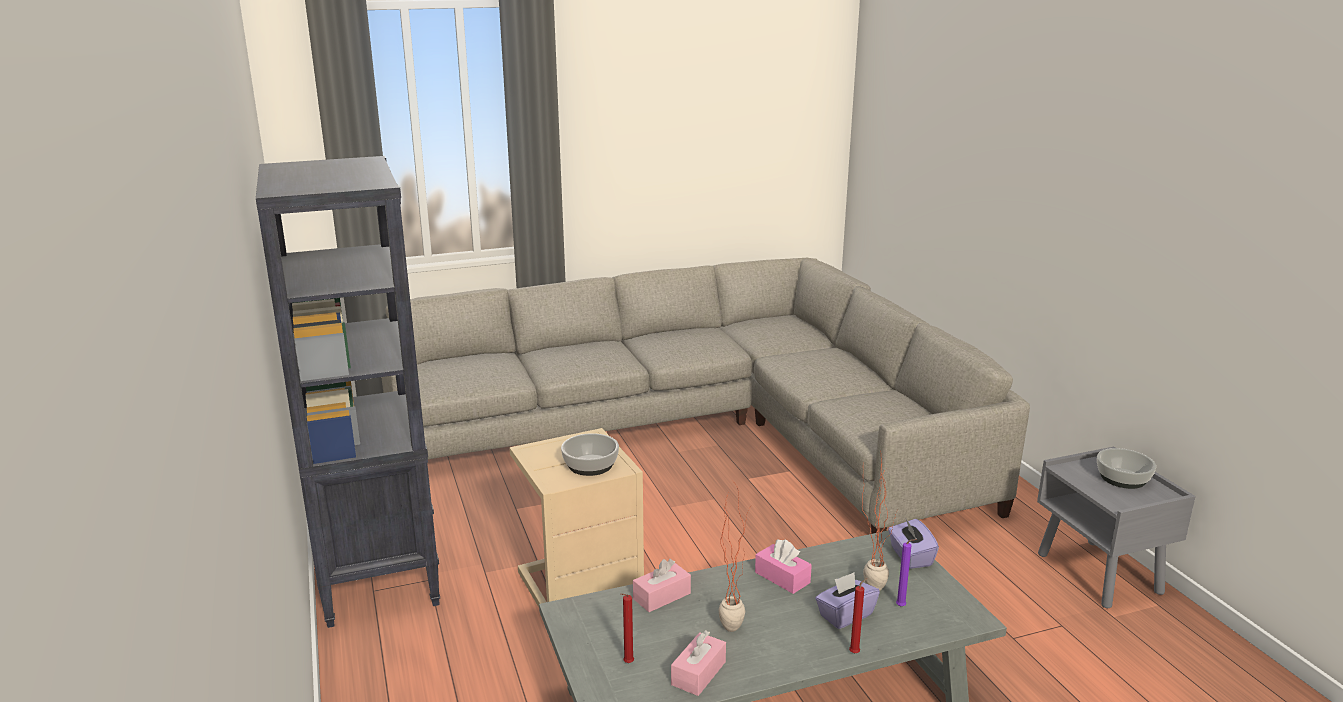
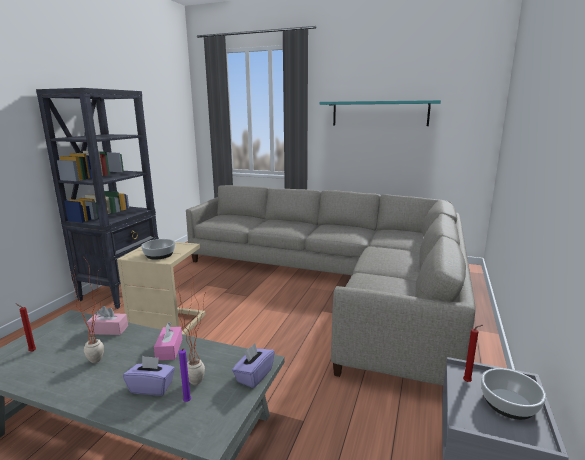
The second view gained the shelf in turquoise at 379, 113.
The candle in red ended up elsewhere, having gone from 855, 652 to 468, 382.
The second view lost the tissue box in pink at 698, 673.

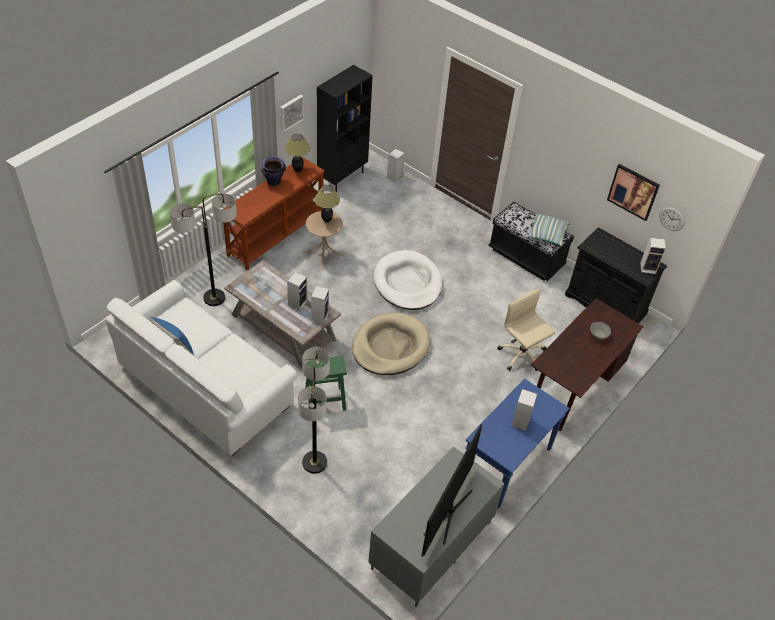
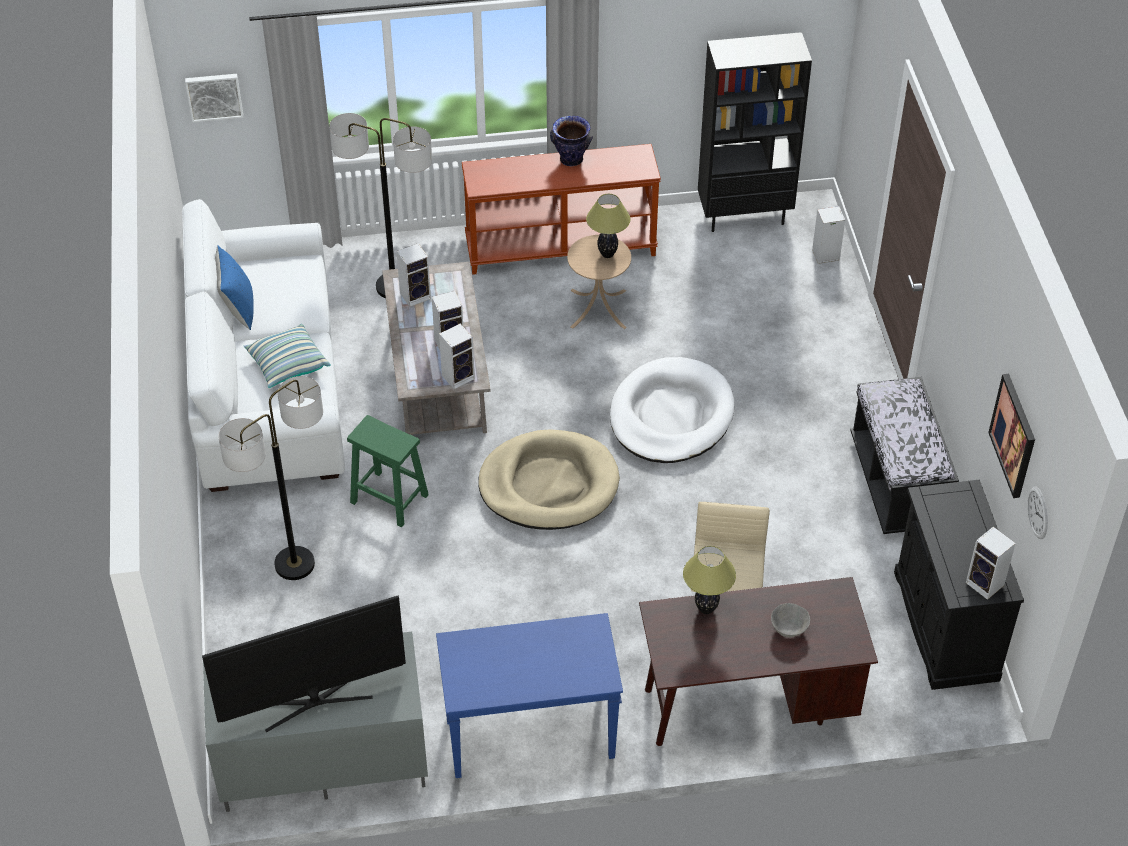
The picture ended up elsewhere, having gone from 290, 112 to 214, 96.
The pillow ended up elsewhere, having gone from 547, 235 to 287, 364.
The speaker ended up elsewhere, having gone from 520, 421 to 416, 295.
The table lamp ended up elsewhere, having gone from 297, 170 to 705, 609.

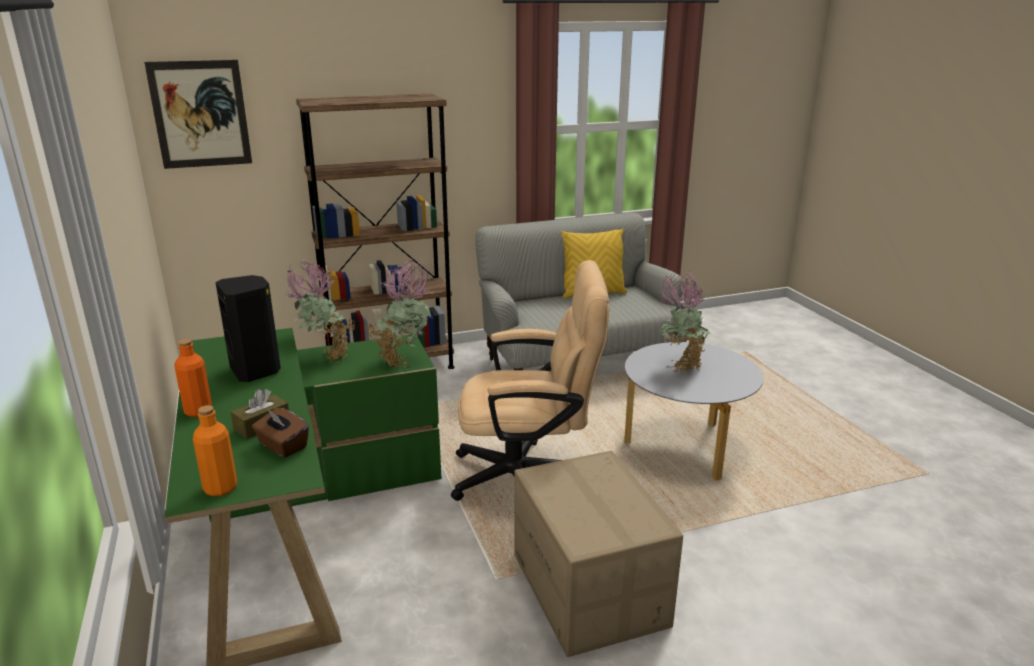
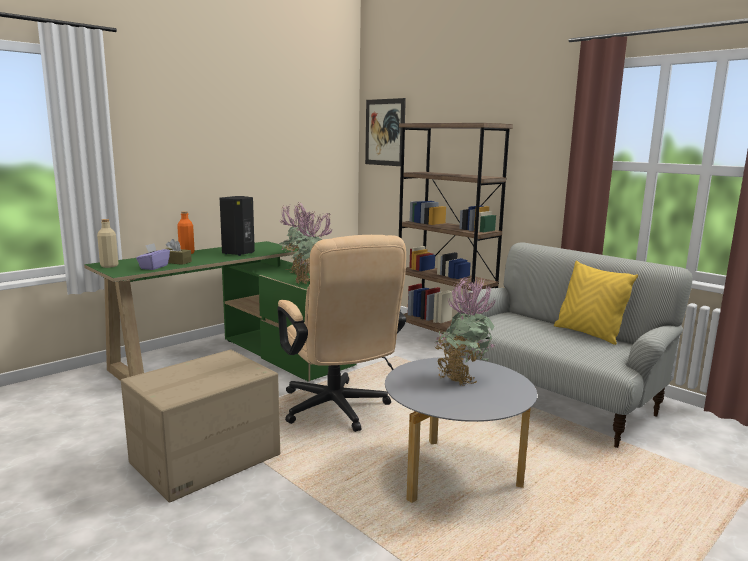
What was the bottle in orange at 220, 488 turned into the bottle in beige at 109, 266.
What was the tissue box in brown at 282, 446 turned into the tissue box in purple at 154, 267.

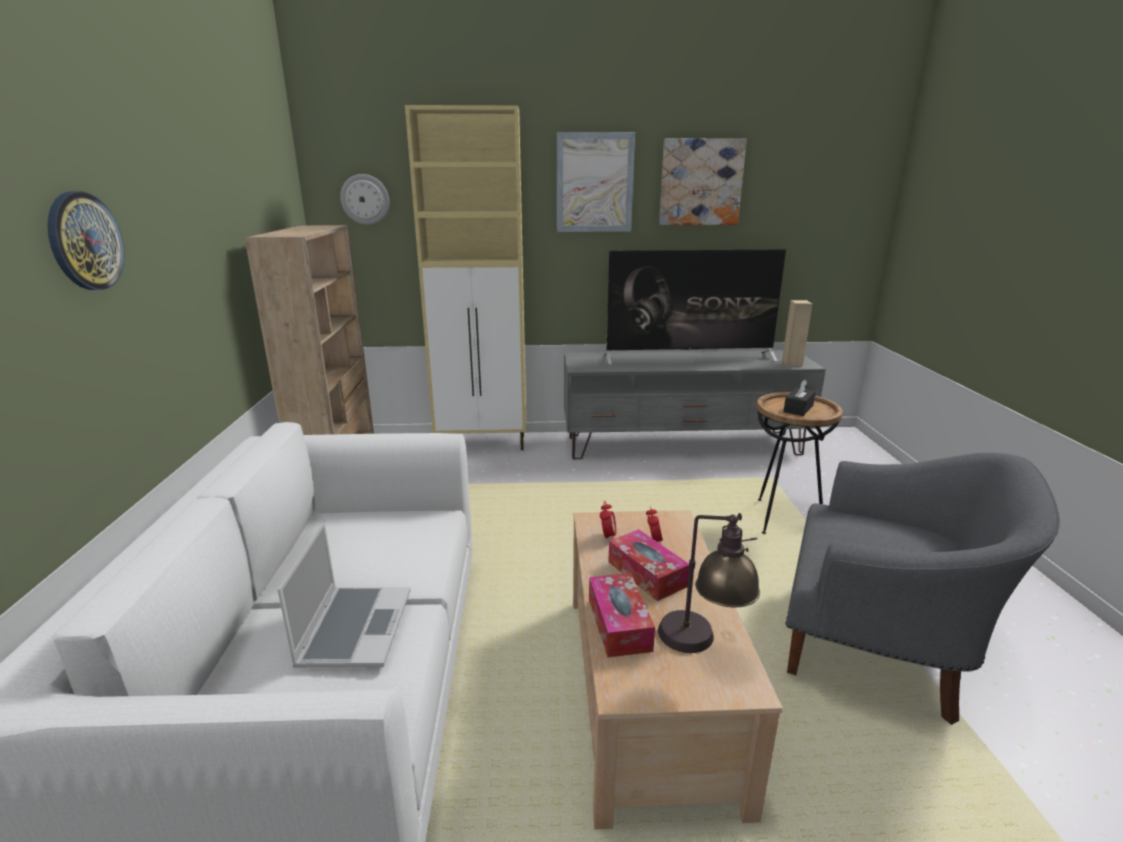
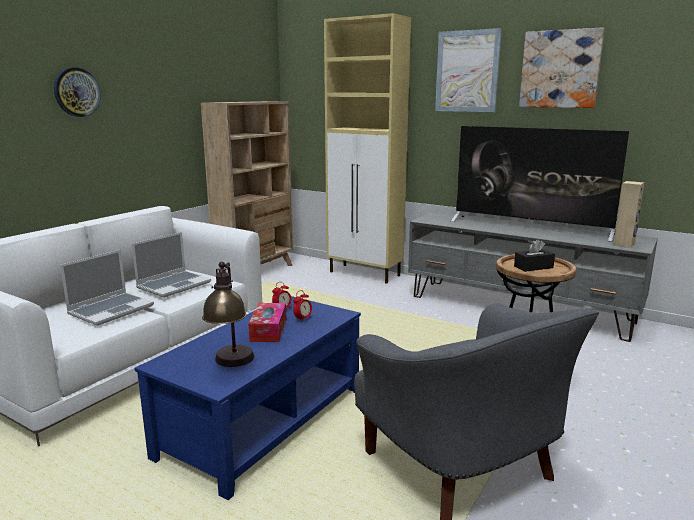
The second view gained the laptop at 174, 285.
What was the coffee table in beige at 645, 692 turned into the coffee table in blue at 263, 421.
The second view lost the wall clock at 365, 199.
The second view lost the tissue box at 619, 624.

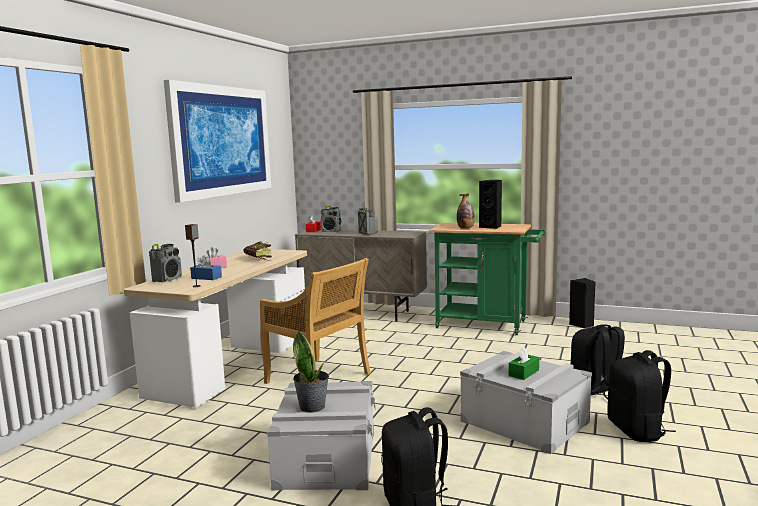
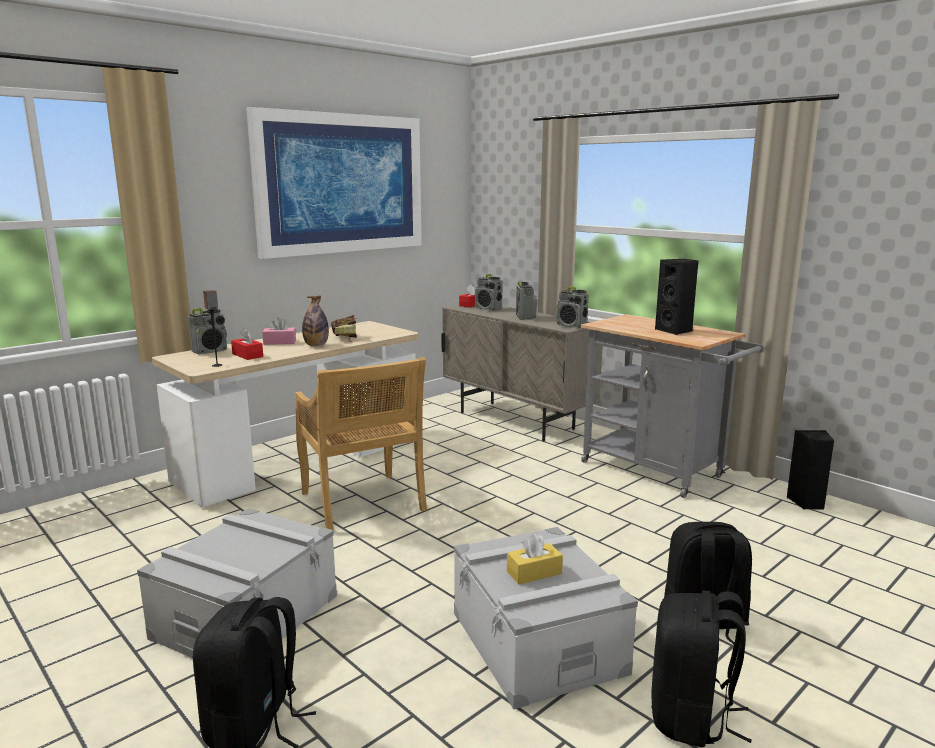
What was the tissue box in blue at 206, 278 turned into the tissue box in red at 247, 355.
The bottle ended up elsewhere, having gone from 465, 228 to 316, 345.
What was the tissue box in green at 523, 373 turned into the tissue box in yellow at 534, 572.
The second view gained the radio at 571, 326.
What was the cart in green at 487, 325 turned into the cart in grey at 659, 472.
The second view lost the potted plant at 312, 406.

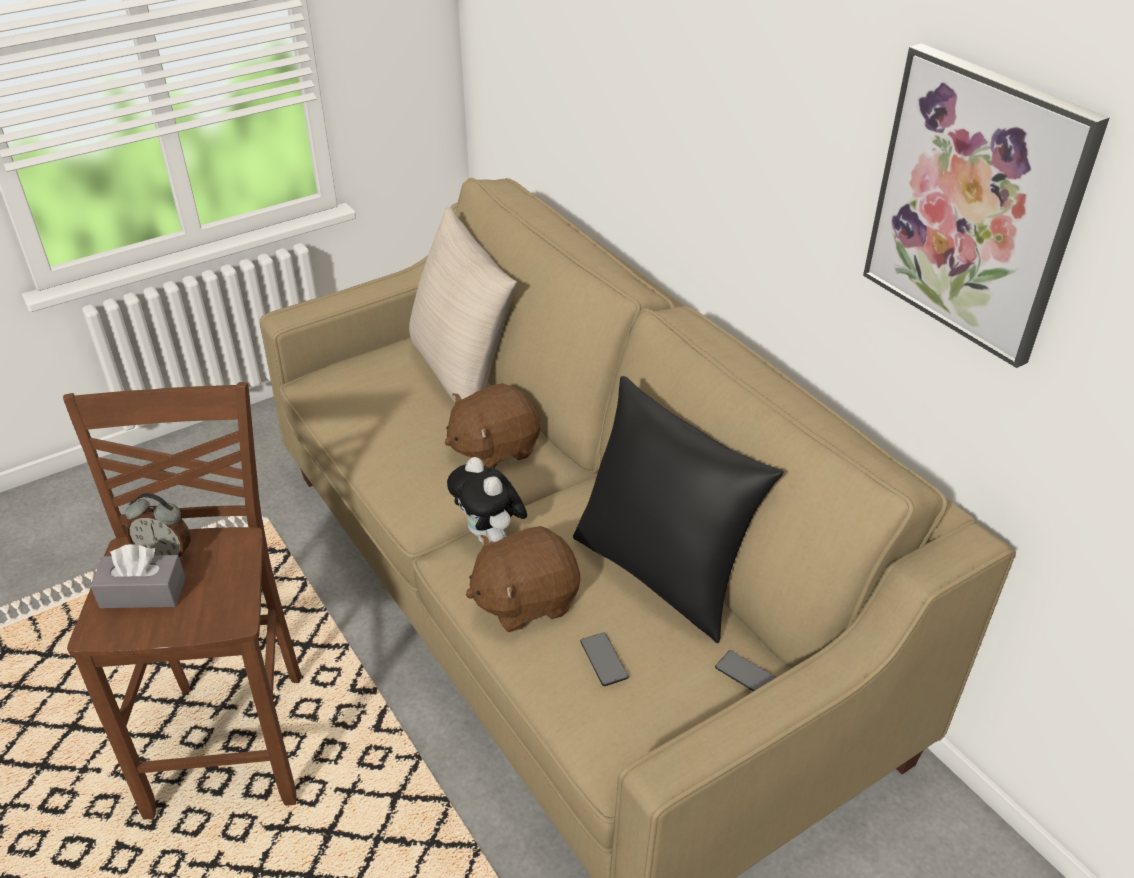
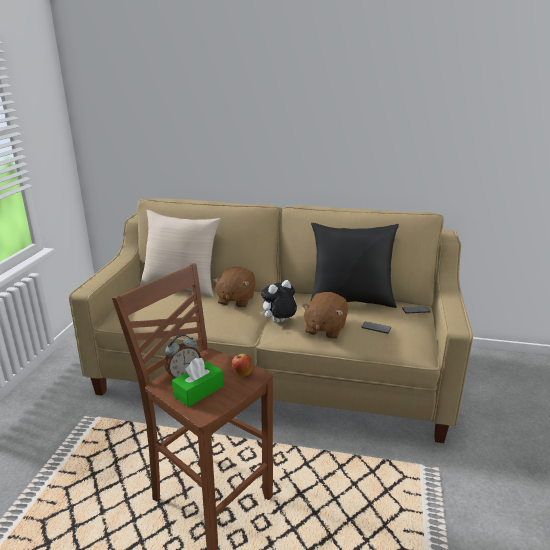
What was the tissue box in grey at 143, 592 turned into the tissue box in green at 198, 391.
The second view gained the apple at 242, 373.
The plush toy at 490, 537 ended up facing another way, 135 degrees clockwise from before.
The second view lost the picture at 975, 205.

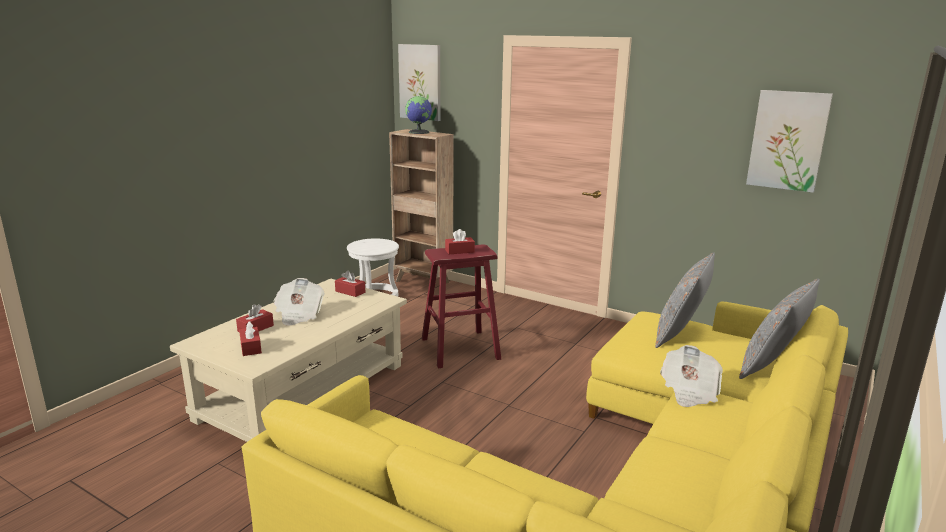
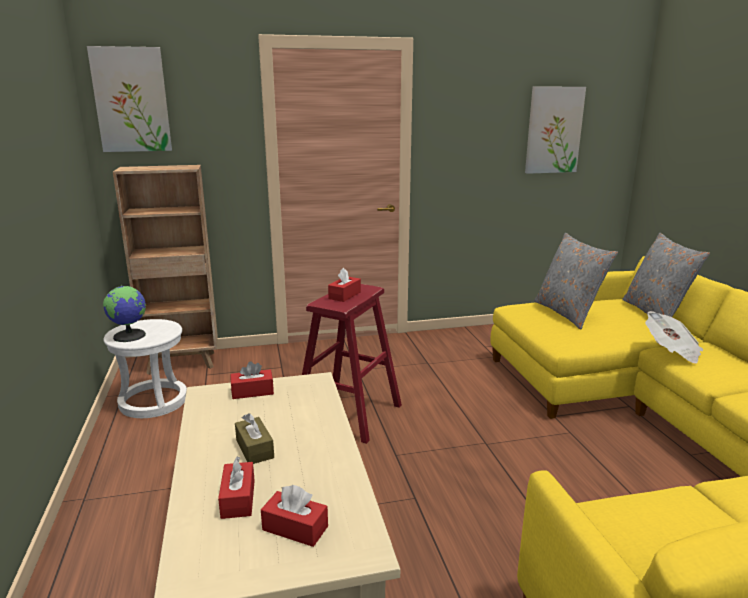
The globe ended up elsewhere, having gone from 419, 132 to 130, 335.
Where the newspaper stood at 299, 314, the tissue box in brown came to stand at 254, 449.

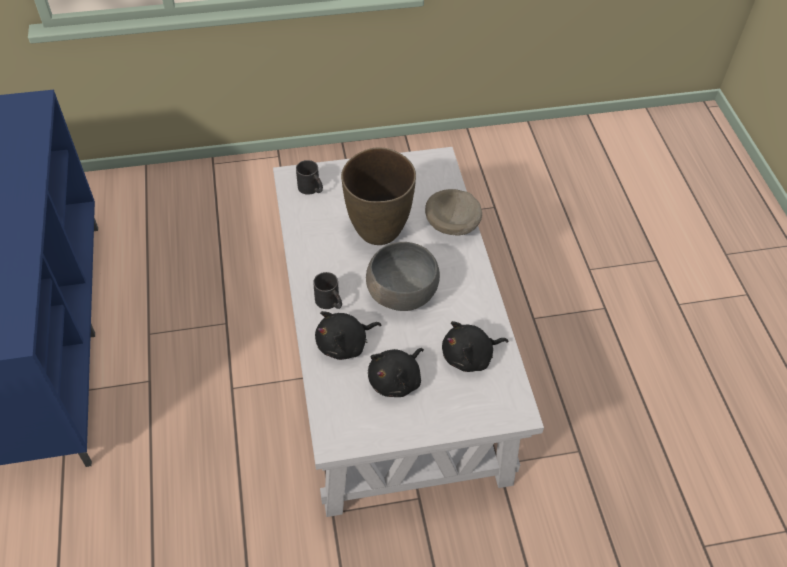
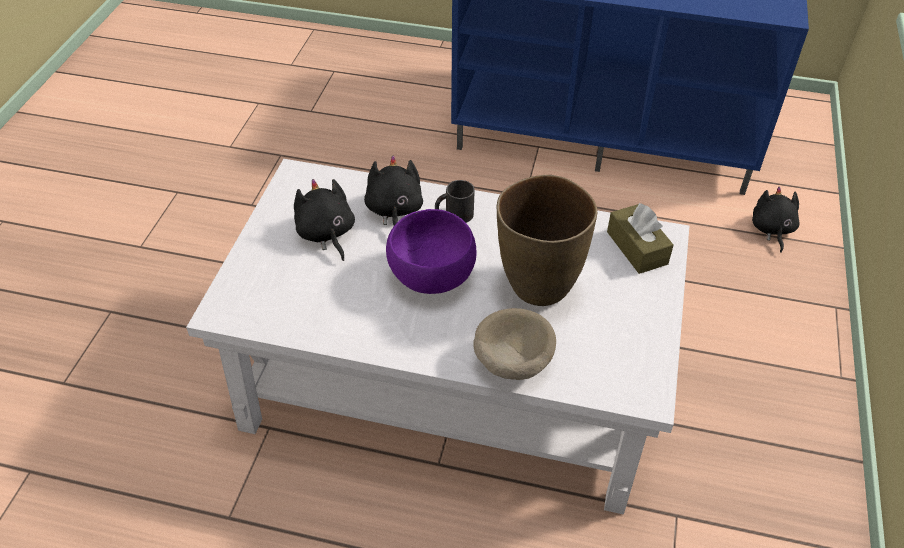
What was the bowl in grey at 401, 293 turned into the bowl in purple at 432, 274.
Where the mug in black stood at 311, 189, the tissue box in brown came to stand at 637, 248.
The plush toy in black ended up elsewhere, having gone from 470, 356 to 771, 229.

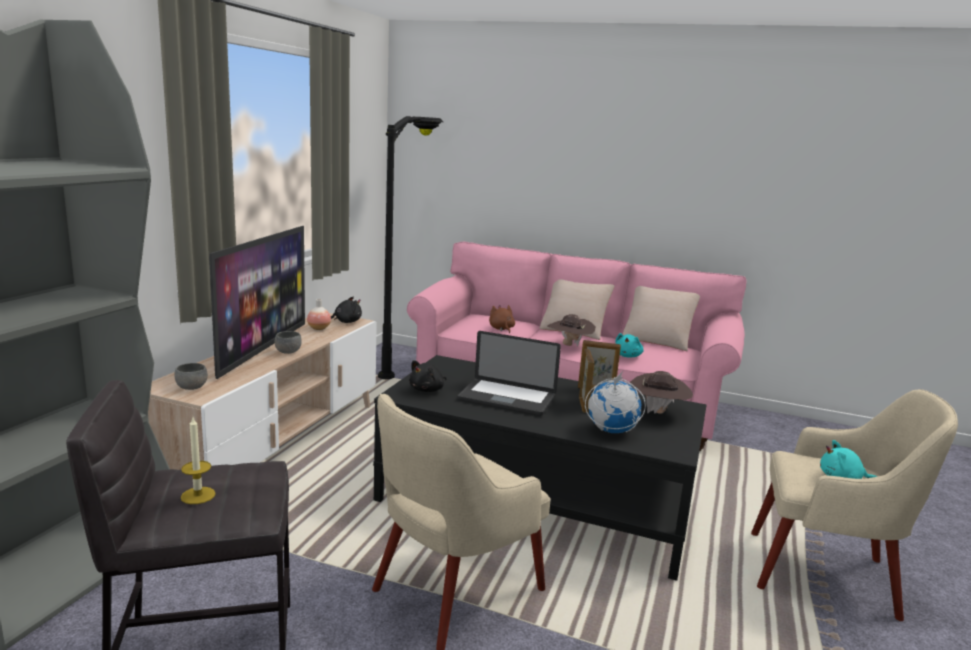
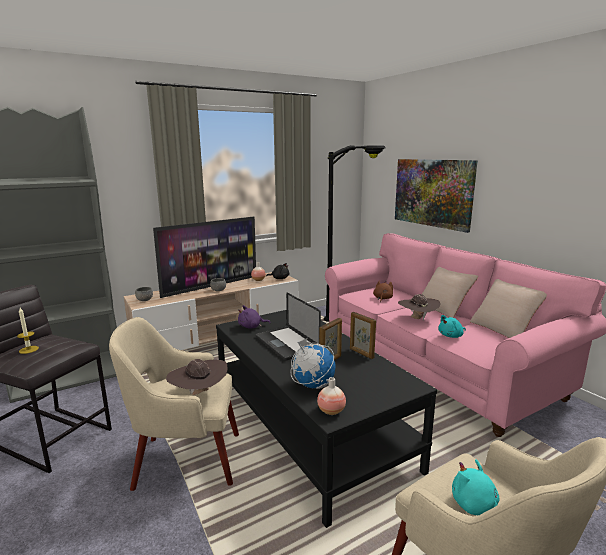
The hat in brown ended up elsewhere, having gone from 657, 412 to 199, 394.
What was the plush toy in black at 427, 390 turned into the plush toy in purple at 251, 326.
The second view gained the vase at 331, 411.
The second view gained the picture at 432, 193.

